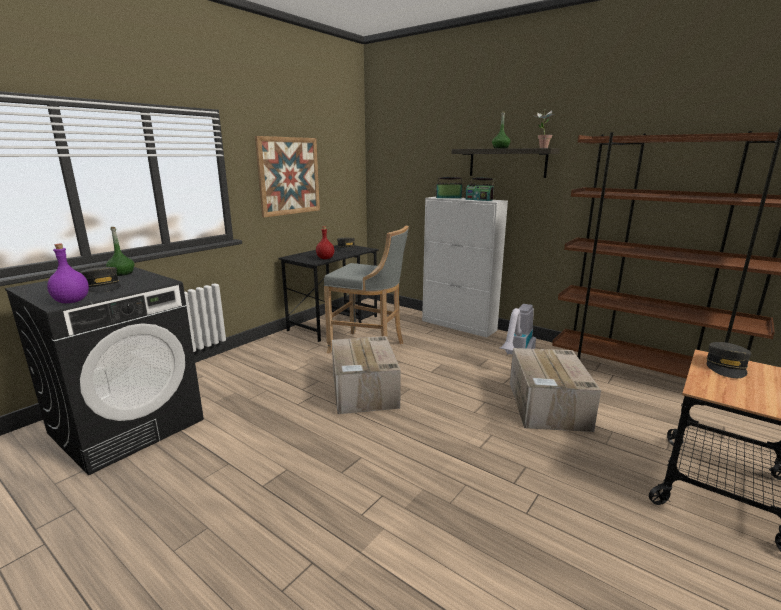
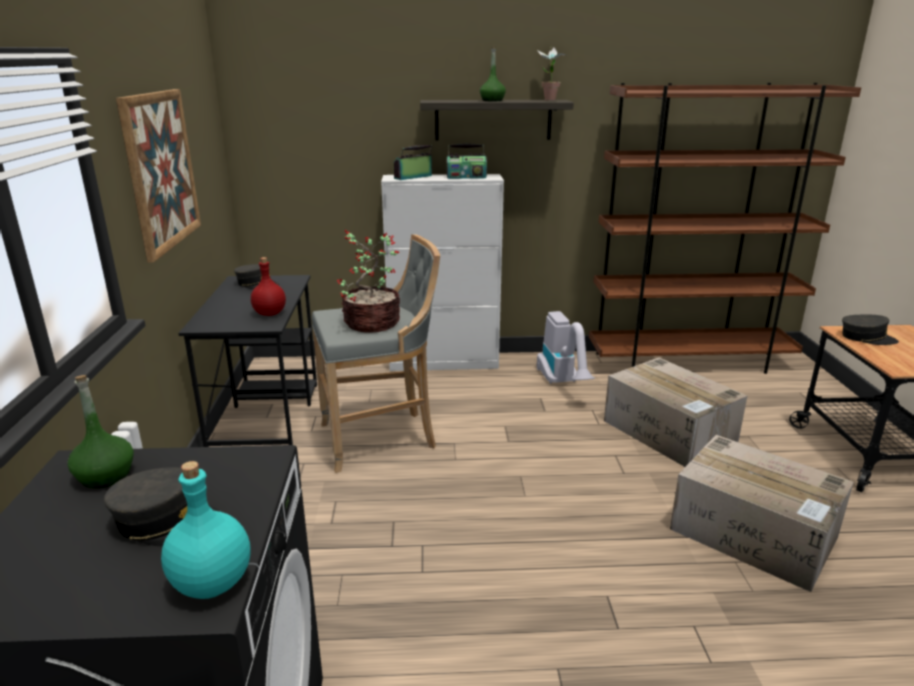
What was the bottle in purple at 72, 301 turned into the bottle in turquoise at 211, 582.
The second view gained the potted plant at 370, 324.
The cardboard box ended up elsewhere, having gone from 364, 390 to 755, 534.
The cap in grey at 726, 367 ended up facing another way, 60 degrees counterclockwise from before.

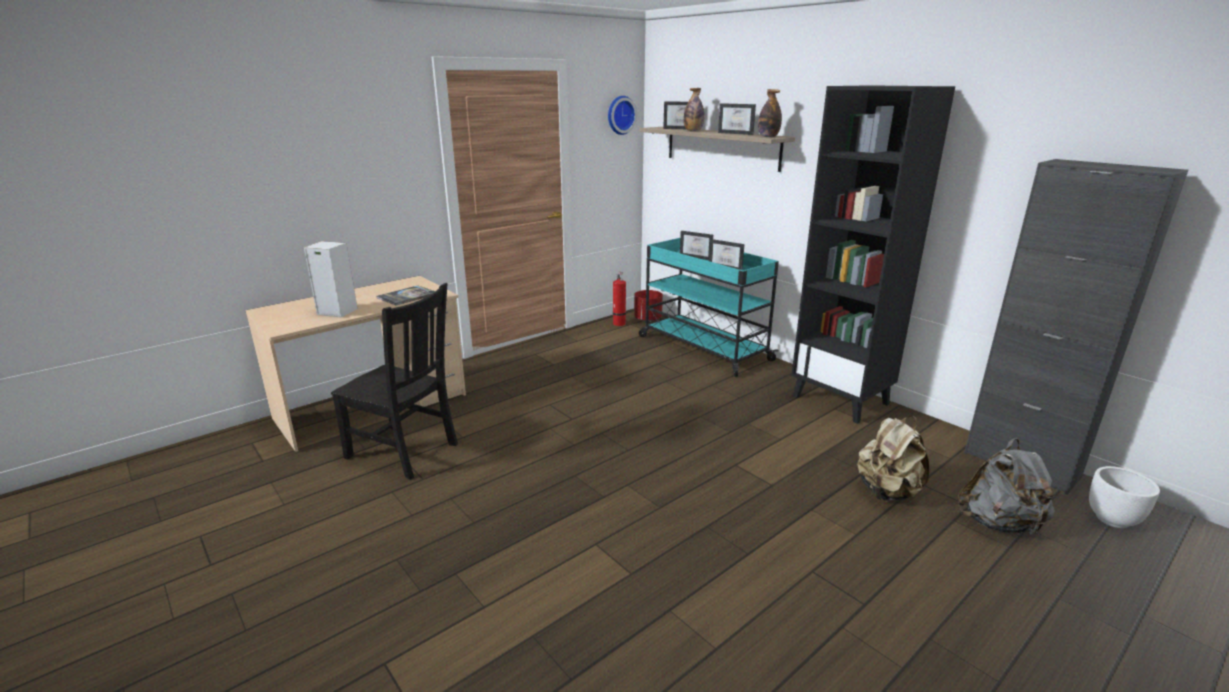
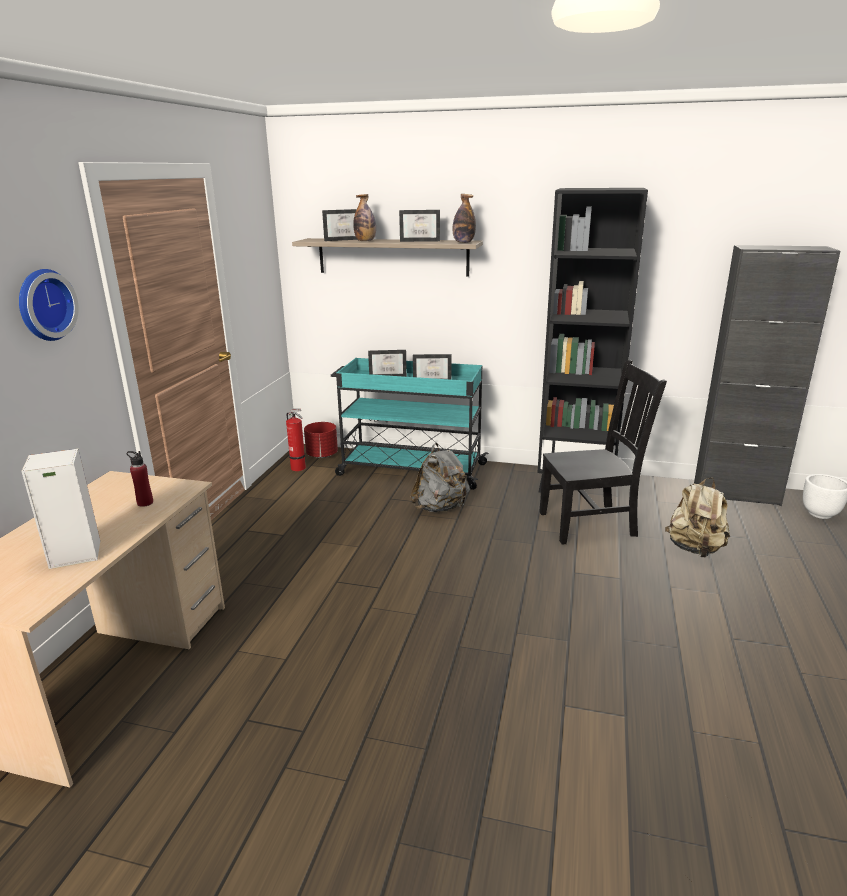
The wall clock ended up elsewhere, having gone from 620, 115 to 43, 305.
Where the book stood at 407, 296, the bottle in red came to stand at 145, 503.
The backpack in grey ended up elsewhere, having gone from 999, 523 to 440, 508.
The chair in black ended up elsewhere, having gone from 405, 452 to 590, 524.

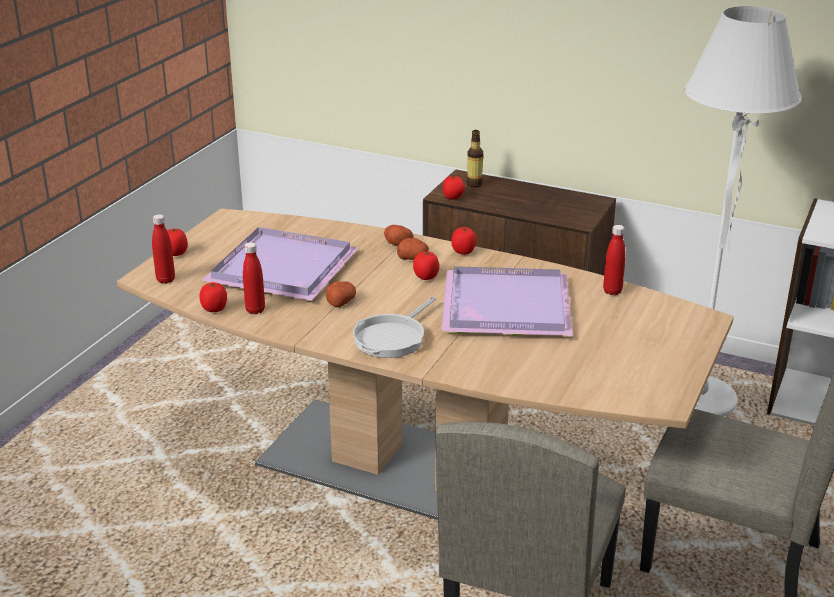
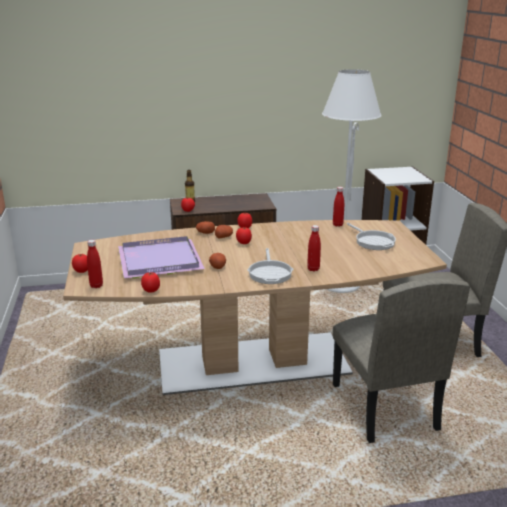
The bottle in red ended up elsewhere, having gone from 255, 310 to 313, 269.
The second view gained the frying pan at 373, 241.
The second view lost the tray in purple at 504, 307.

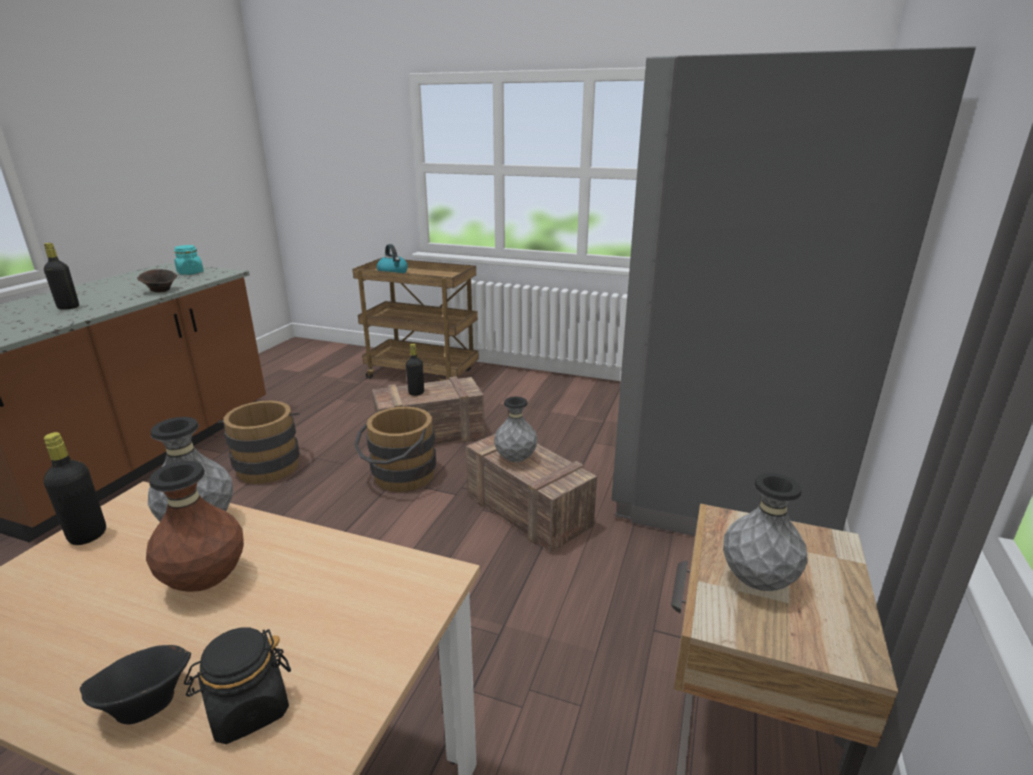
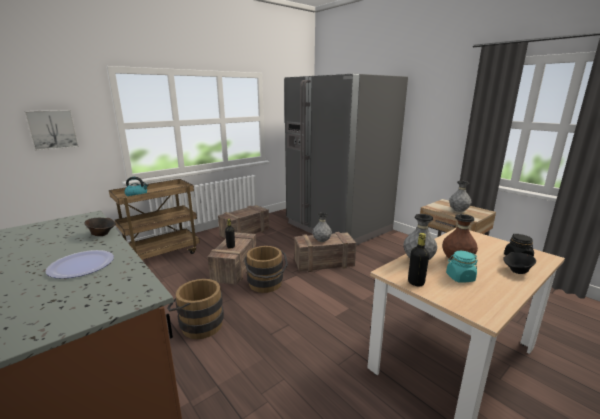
The second view gained the picture at 52, 129.
Where the bottle in black stood at 68, 307, the plate came to stand at 82, 265.
The second view gained the crate at 245, 232.
The jar in turquoise ended up elsewhere, having gone from 190, 272 to 460, 277.

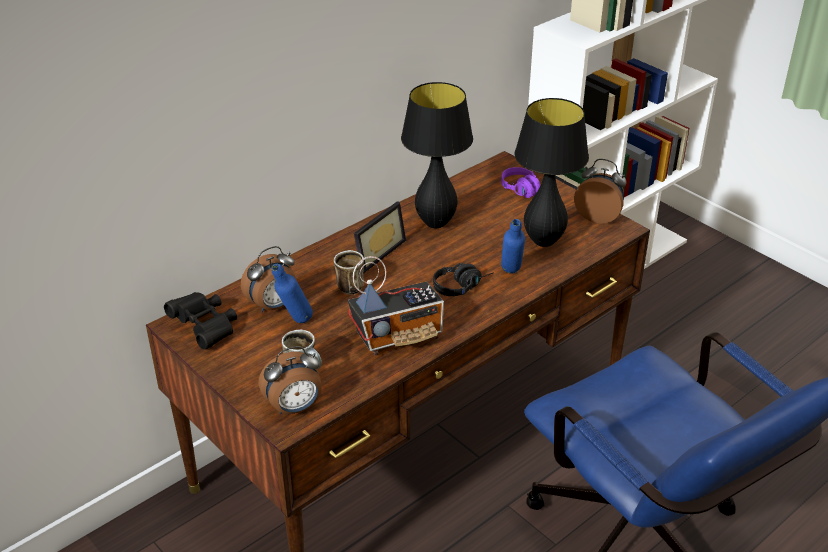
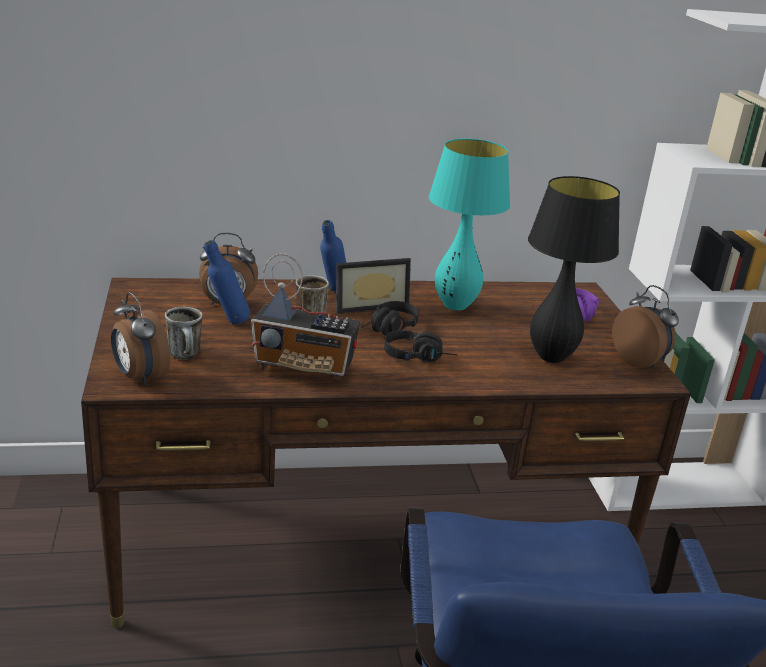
The alarm clock at 294, 408 ended up facing another way, 45 degrees clockwise from before.
The bottle in blue ended up elsewhere, having gone from 511, 275 to 332, 293.
The second view gained the headphones in black at 388, 329.
What was the table lamp in black at 435, 223 turned into the table lamp in turquoise at 455, 306.
The second view lost the binoculars in black at 206, 328.

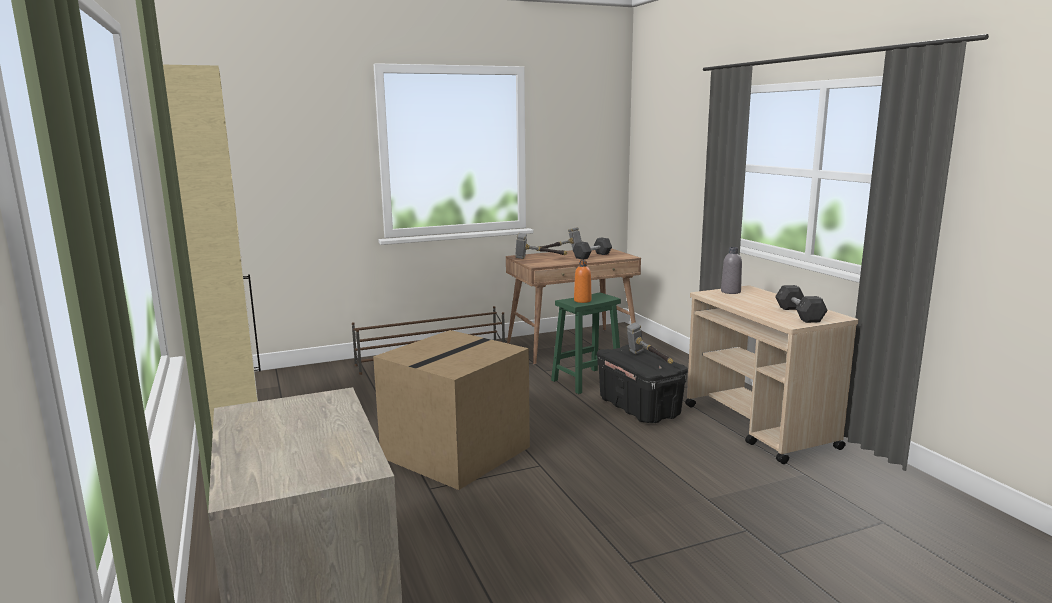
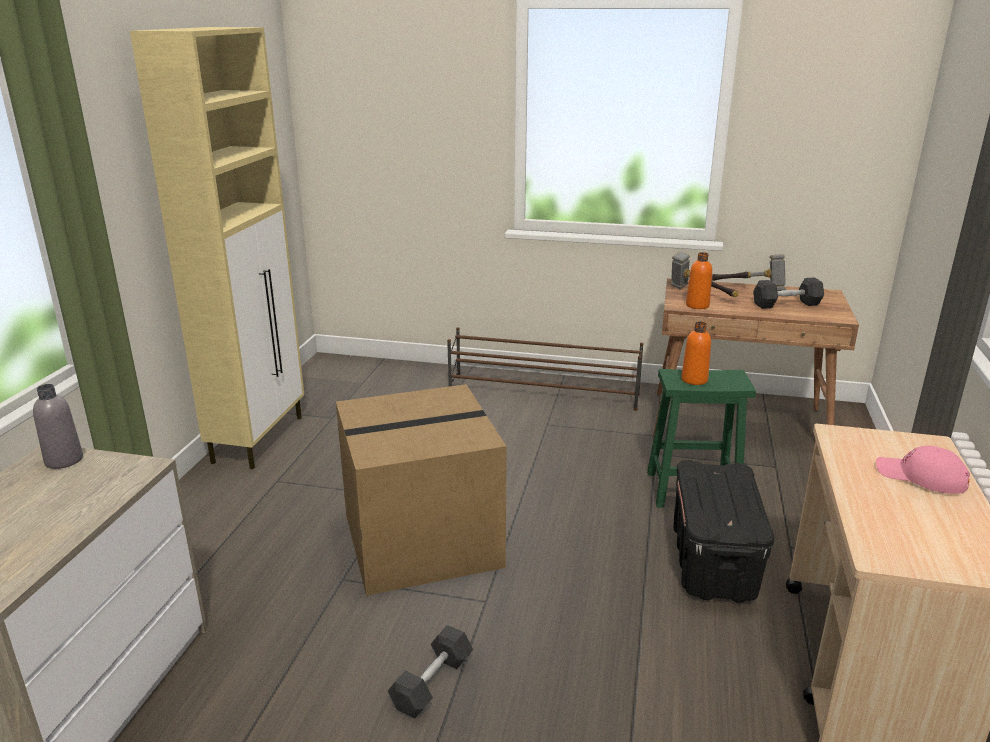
The bottle in grey ended up elsewhere, having gone from 730, 292 to 64, 460.
The dumbbell in grey ended up elsewhere, having gone from 799, 314 to 432, 683.
The second view gained the bottle in orange at 697, 305.
The second view gained the cap in pink at 921, 477.
The second view lost the hammer at 648, 360.

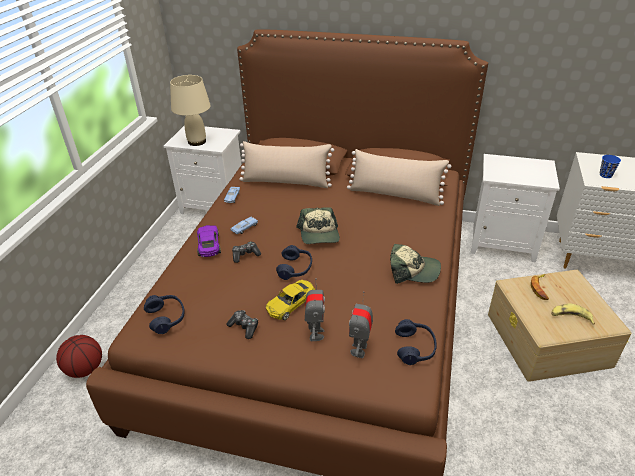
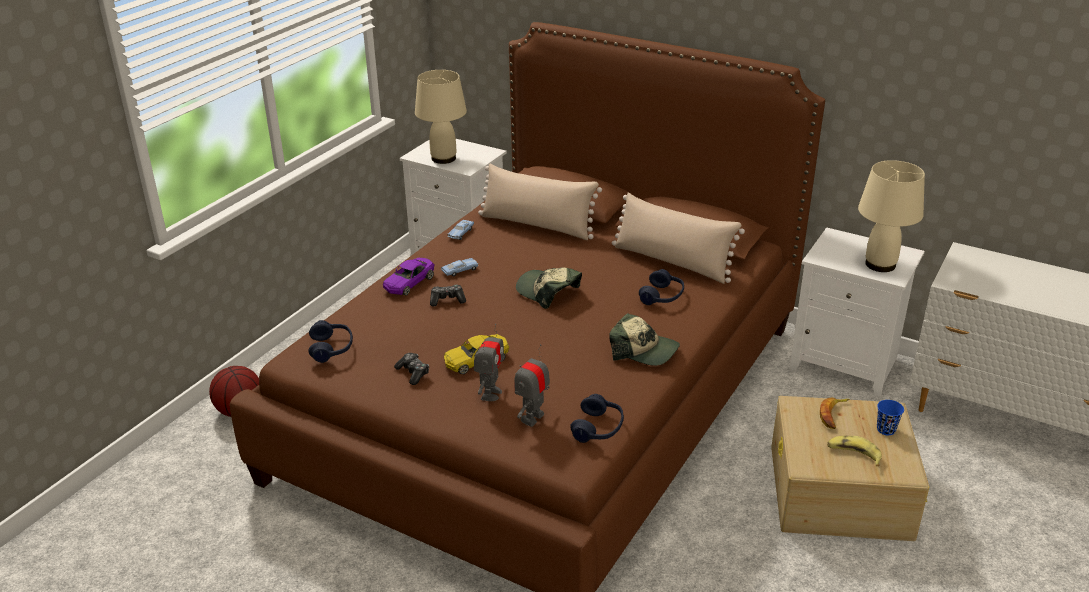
The toy car in purple at 209, 245 ended up facing another way, 150 degrees counterclockwise from before.
The cap at 319, 234 ended up facing another way, 120 degrees clockwise from before.
The headphones in blue ended up elsewhere, having gone from 295, 268 to 662, 296.
The second view gained the table lamp in beige at 880, 265.
The cup in blue ended up elsewhere, having gone from 605, 175 to 886, 429.

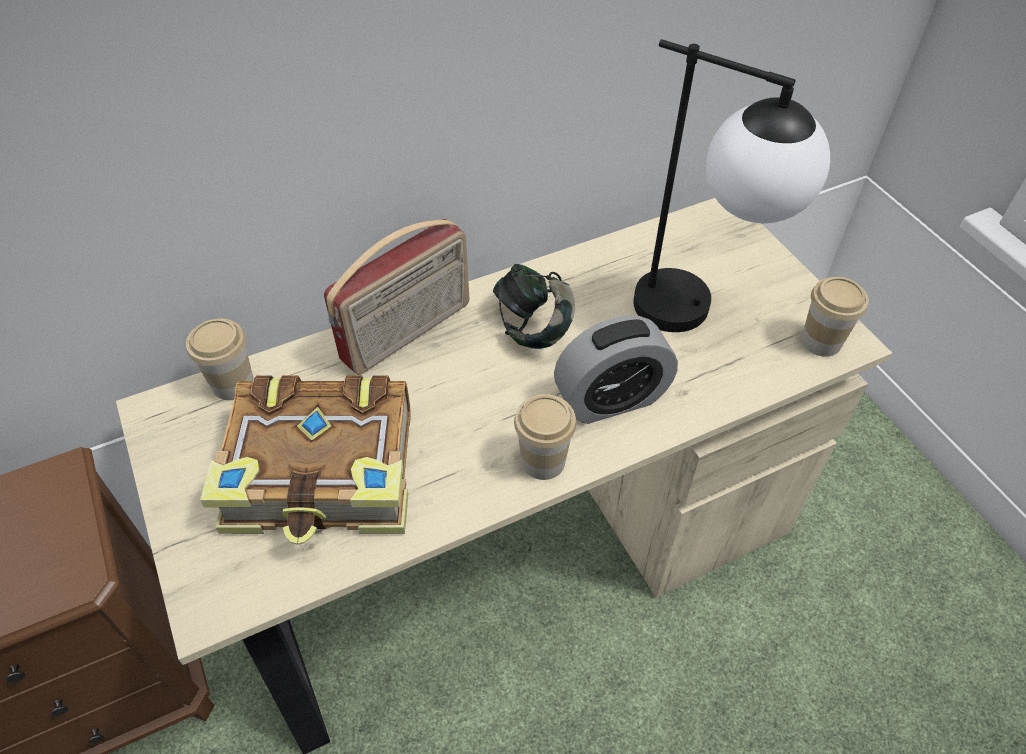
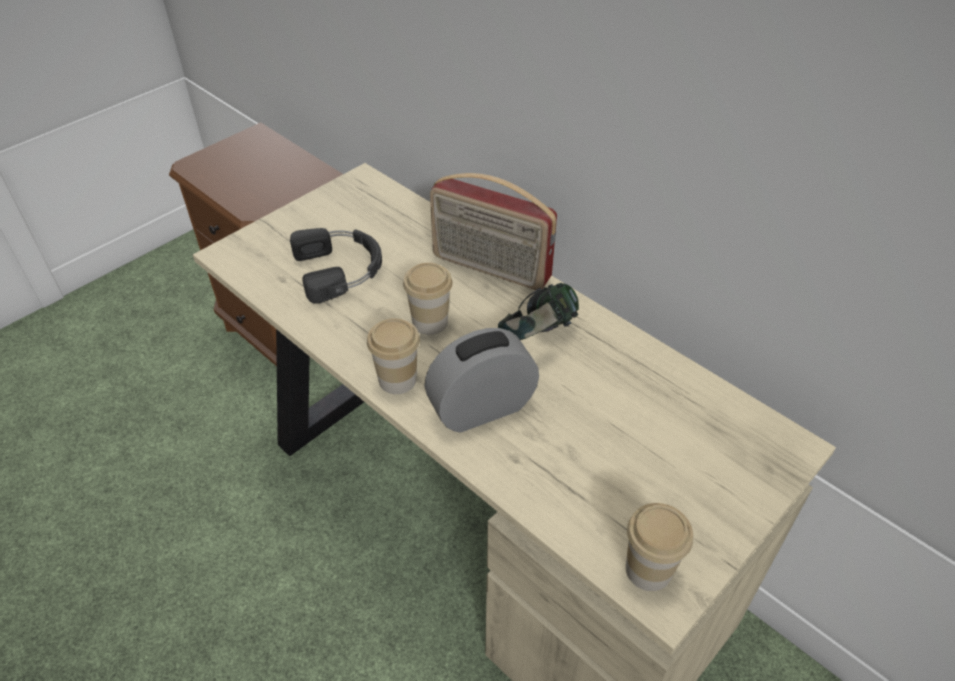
Where the book stood at 325, 475, the headphones in black came to stand at 341, 268.
The cup ended up elsewhere, having gone from 233, 384 to 430, 322.
The alarm clock at 611, 399 ended up facing another way, 105 degrees clockwise from before.
The second view lost the table lamp at 700, 316.

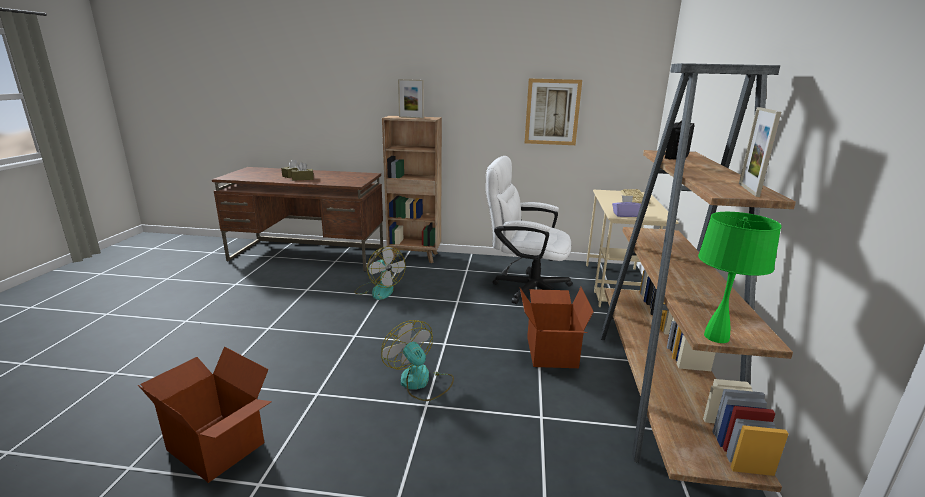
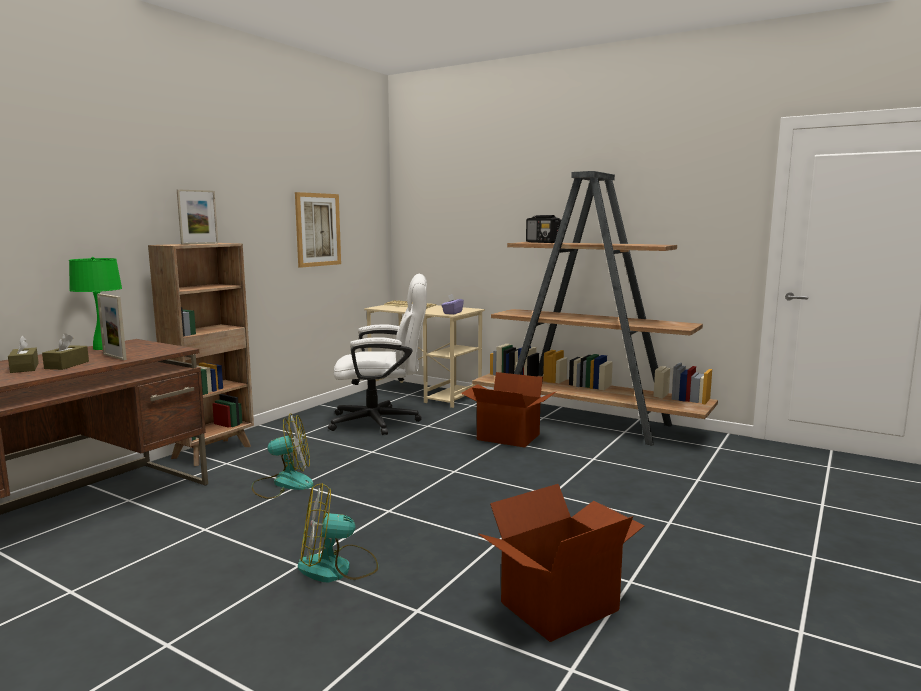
The table lamp in green ended up elsewhere, having gone from 716, 336 to 102, 348.
The picture frame ended up elsewhere, having gone from 748, 190 to 114, 357.
The fan ended up elsewhere, having gone from 420, 382 to 337, 568.
The office chair in white at 525, 288 ended up facing another way, 135 degrees counterclockwise from before.

